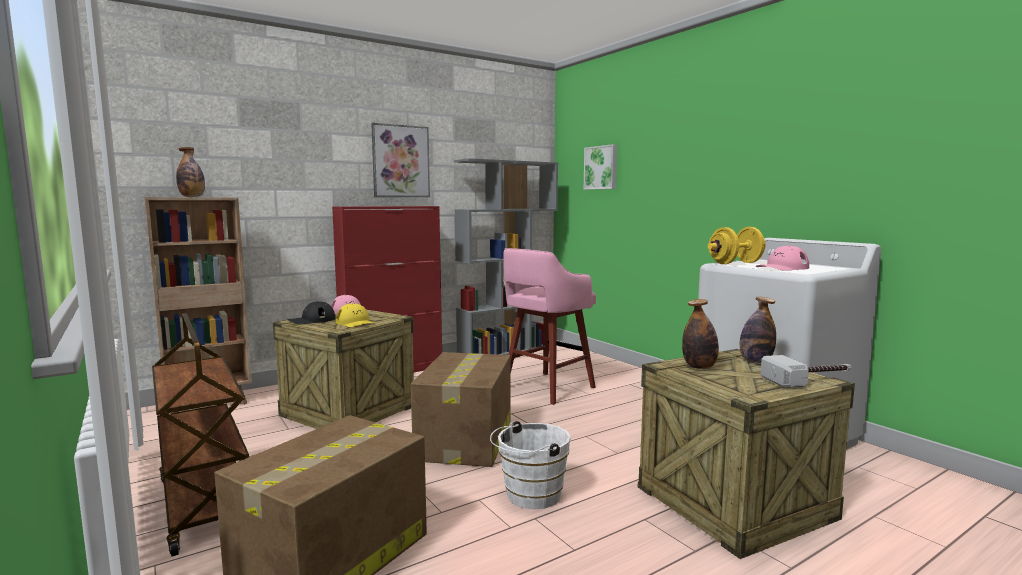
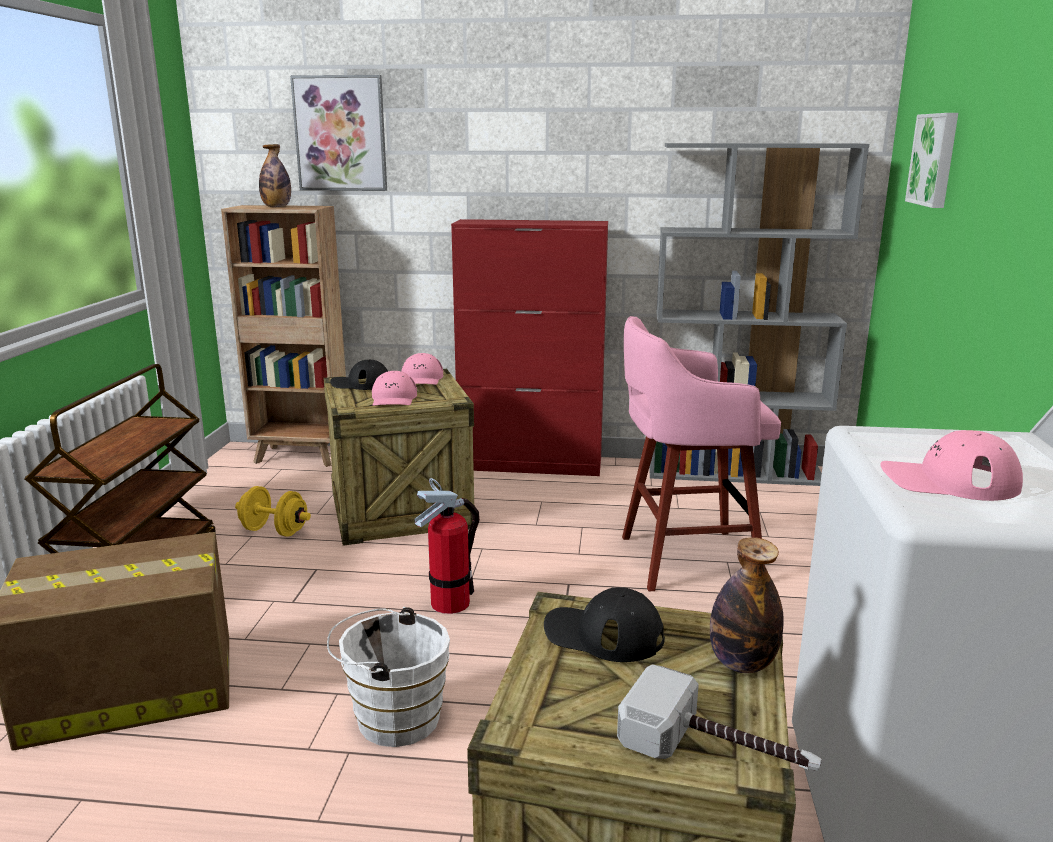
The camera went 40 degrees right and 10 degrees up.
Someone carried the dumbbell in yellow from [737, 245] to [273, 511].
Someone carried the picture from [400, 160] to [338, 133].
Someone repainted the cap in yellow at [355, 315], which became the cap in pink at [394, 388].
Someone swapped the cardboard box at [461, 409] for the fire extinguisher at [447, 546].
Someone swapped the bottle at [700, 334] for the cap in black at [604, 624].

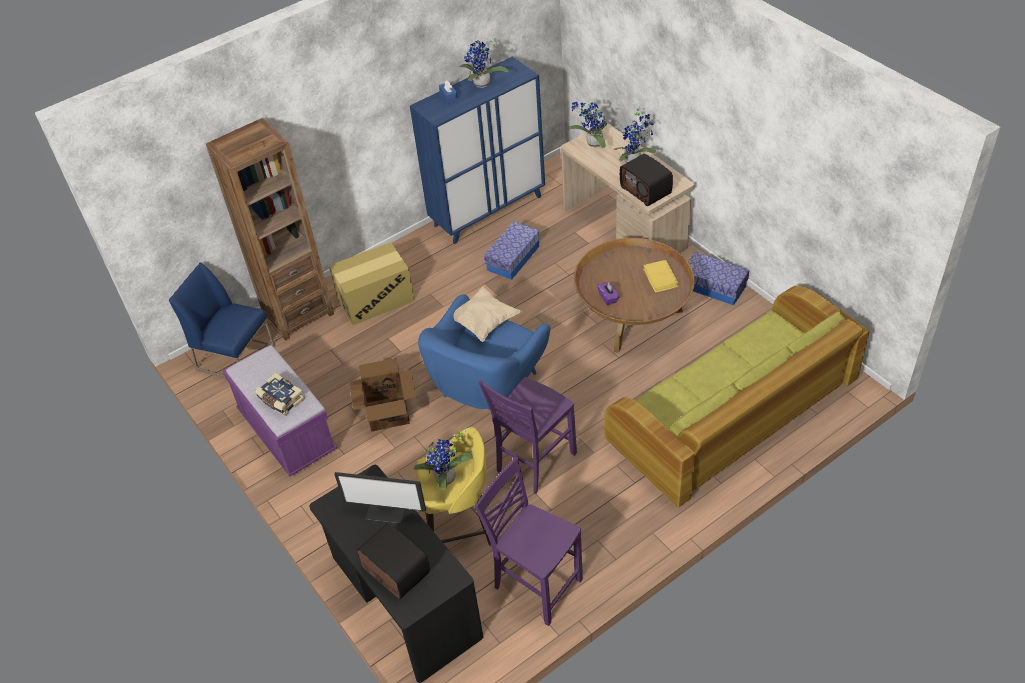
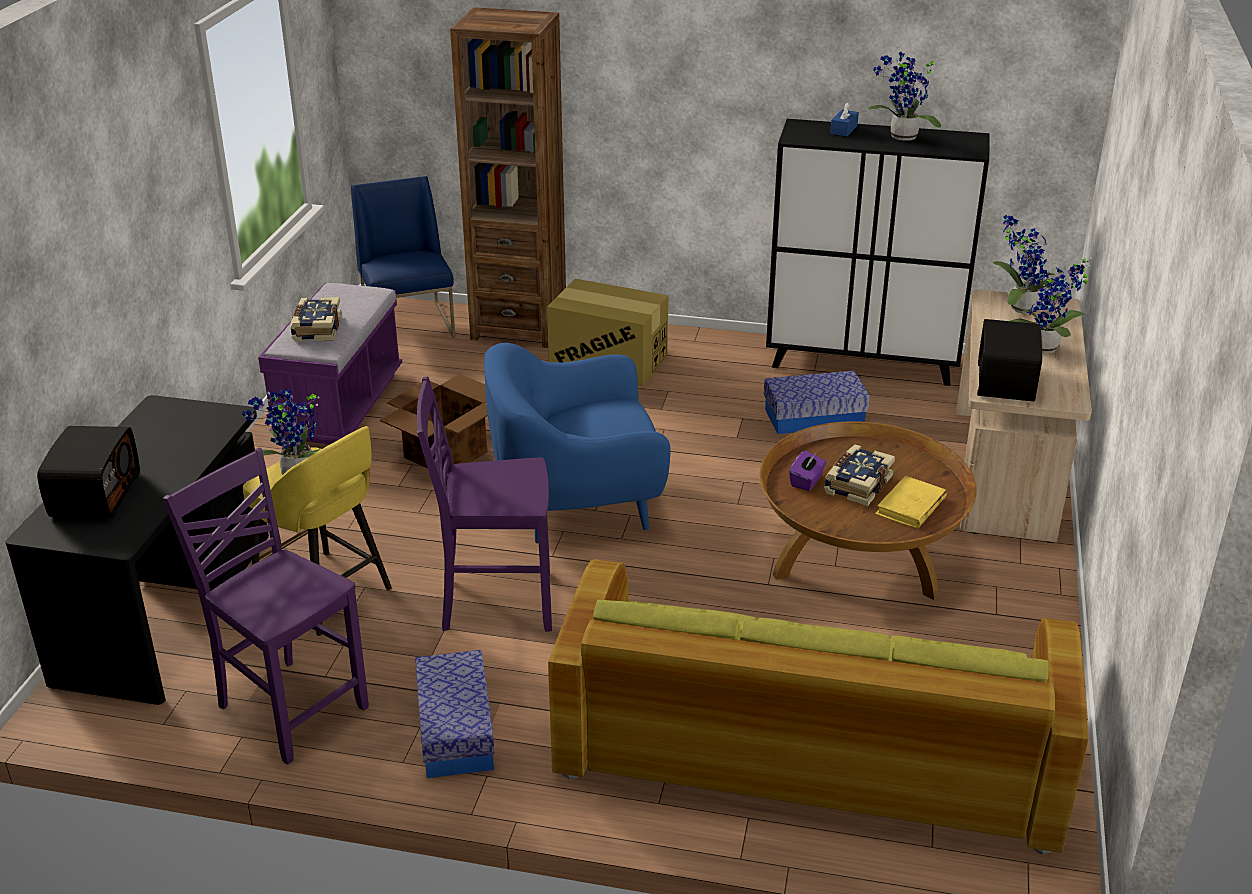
The camera went 45 degrees right and 15 degrees down.
Someone rotated the chair in purple at [528, 541] by 45 degrees counterclockwise.
Someone carried the storage box from [718, 279] to [455, 714].
Someone repainted the cabinet in blue at [477, 150], which became the cabinet in black at [878, 252].
Someone put down the book at [859, 475].
Someone took away the monitor at [380, 498].
Someone took away the pillow in beige at [487, 314].

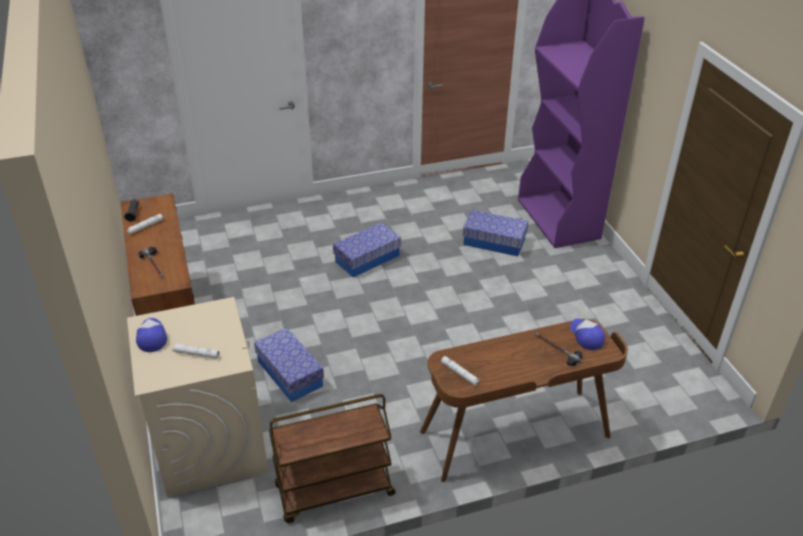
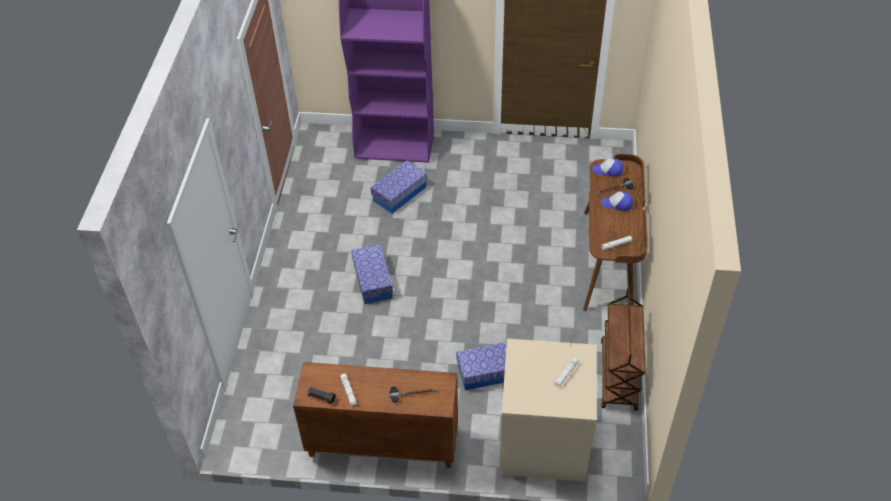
The camera went 65 degrees left and 10 degrees up.
Someone carried the cap from [151, 335] to [617, 201].

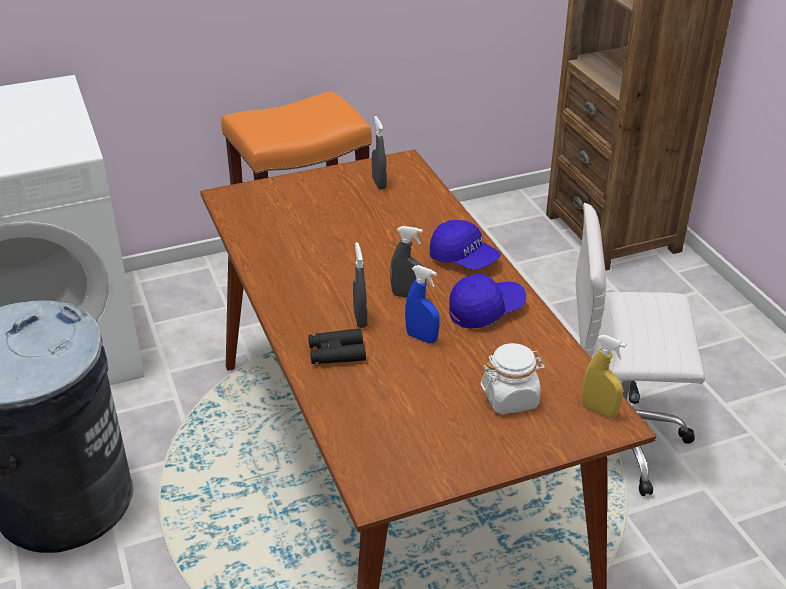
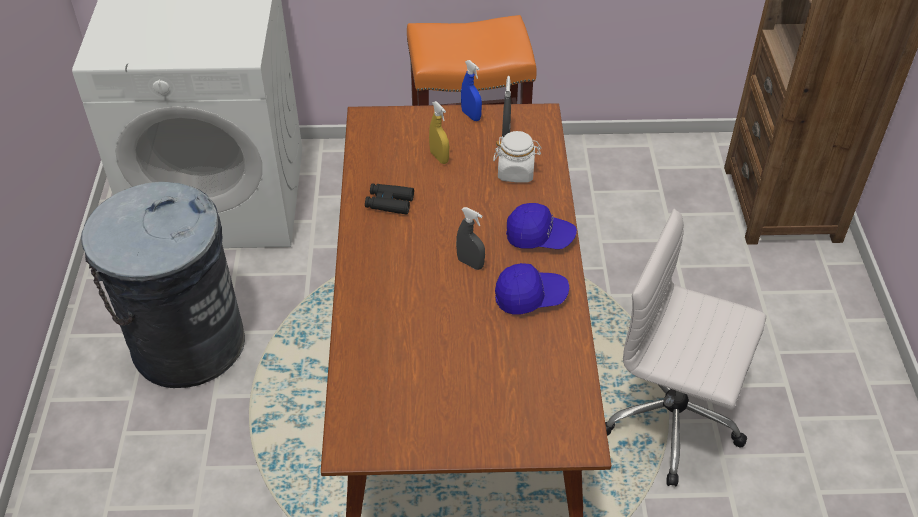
The camera went 20 degrees right and 10 degrees up.
Someone carried the binoculars in black from [337, 346] to [389, 199].
Someone carried the spray bottle in yellow from [604, 376] to [439, 132].
Someone carried the spray bottle in blue from [422, 304] to [471, 90].
Someone carried the jar in white from [513, 378] to [517, 157].
Someone rotated the cap in blue at [465, 245] by 45 degrees counterclockwise.
Someone took away the spray bottle in grey at [360, 285].

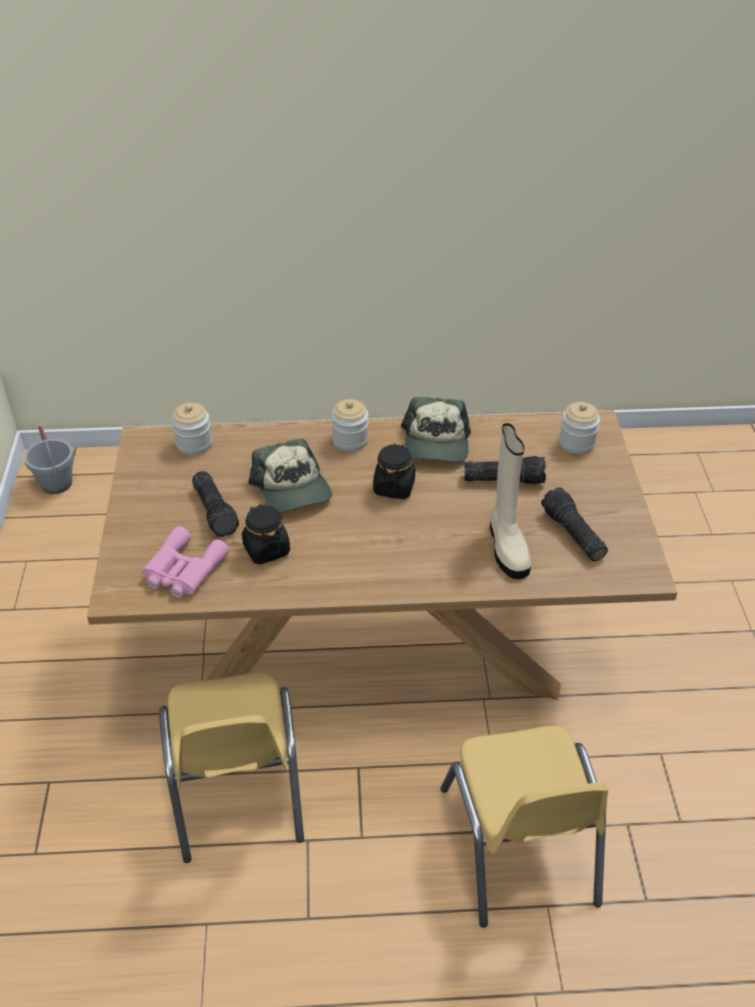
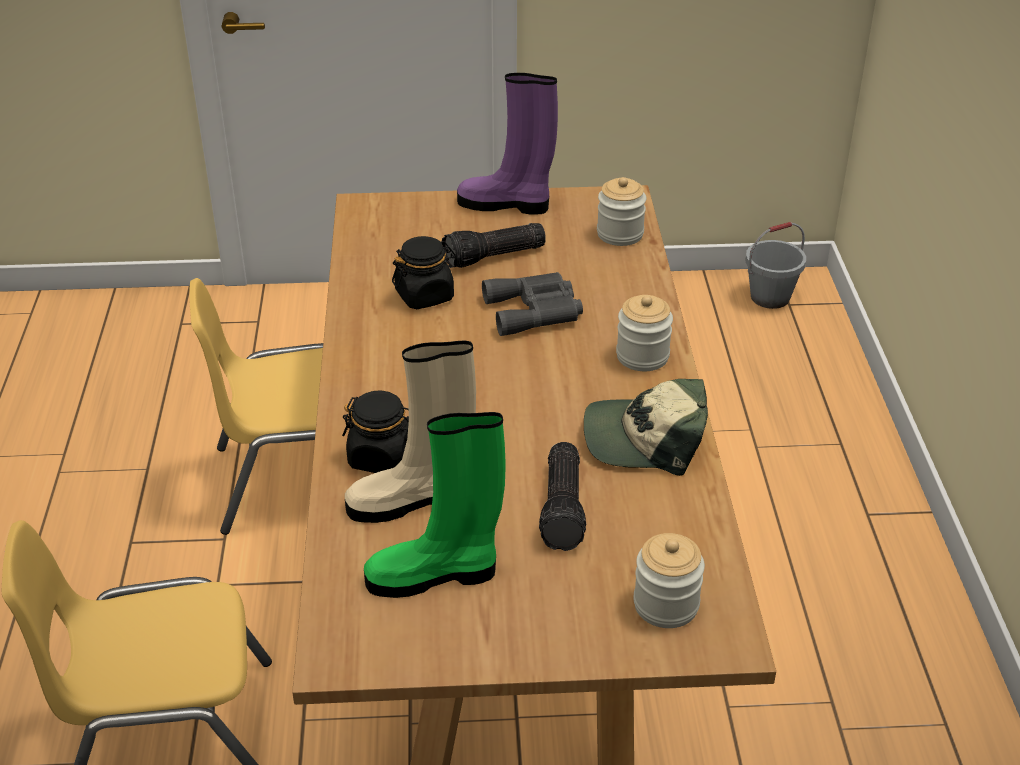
The camera went 90 degrees right and 5 degrees down.
Someone carried the jar in black from [394, 471] to [375, 432].
Someone swapped the flashlight at [574, 524] for the boot in green at [435, 505].
Someone put down the boot in purple at [507, 144].
Someone swapped the cap at [290, 475] for the binoculars in grey at [532, 304].
Someone took away the binoculars in pink at [185, 562].

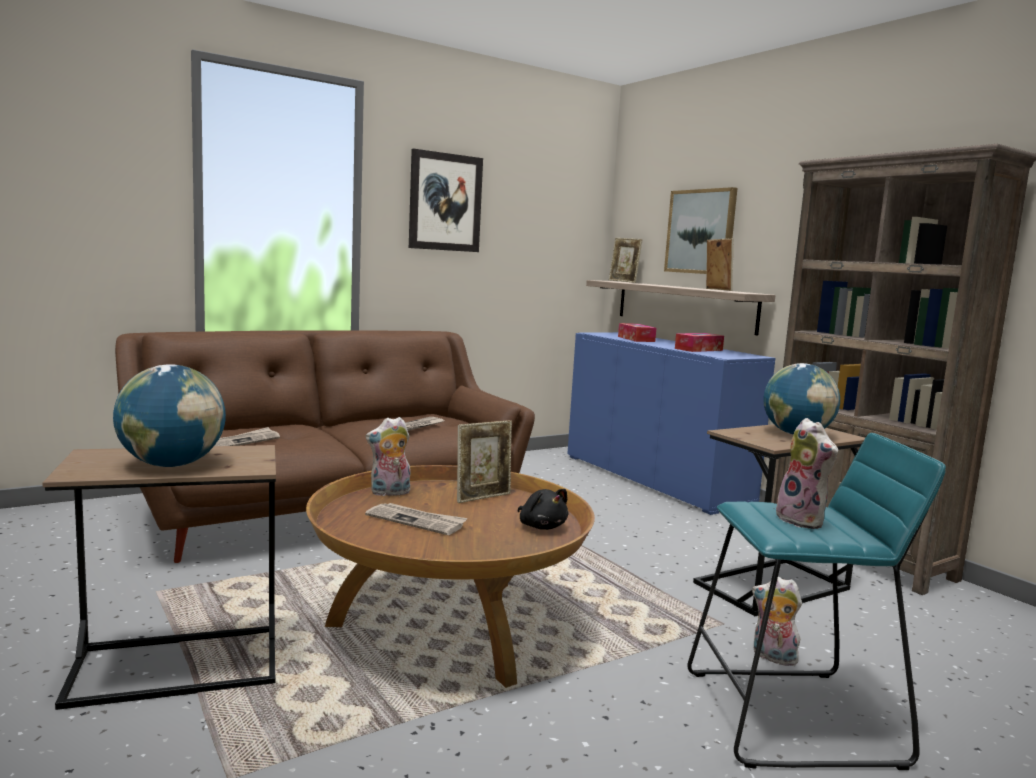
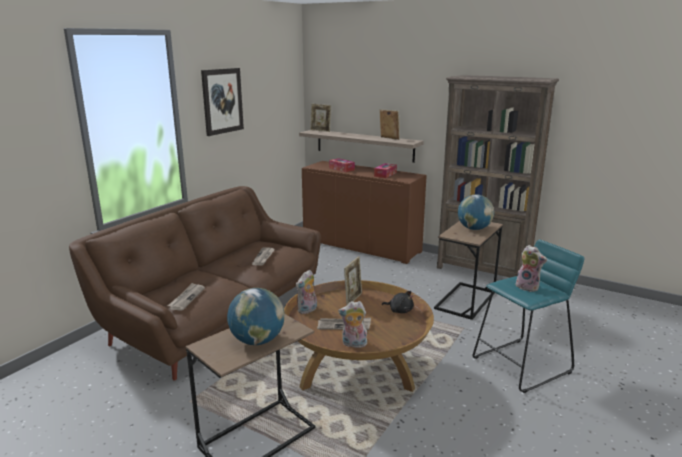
The camera went 25 degrees left and 10 degrees up.
Someone repainted the cabinet in blue at [671, 423], which became the cabinet in brown at [364, 212].
Someone carried the plush toy from [777, 621] to [352, 324].
Someone took away the picture at [700, 230].

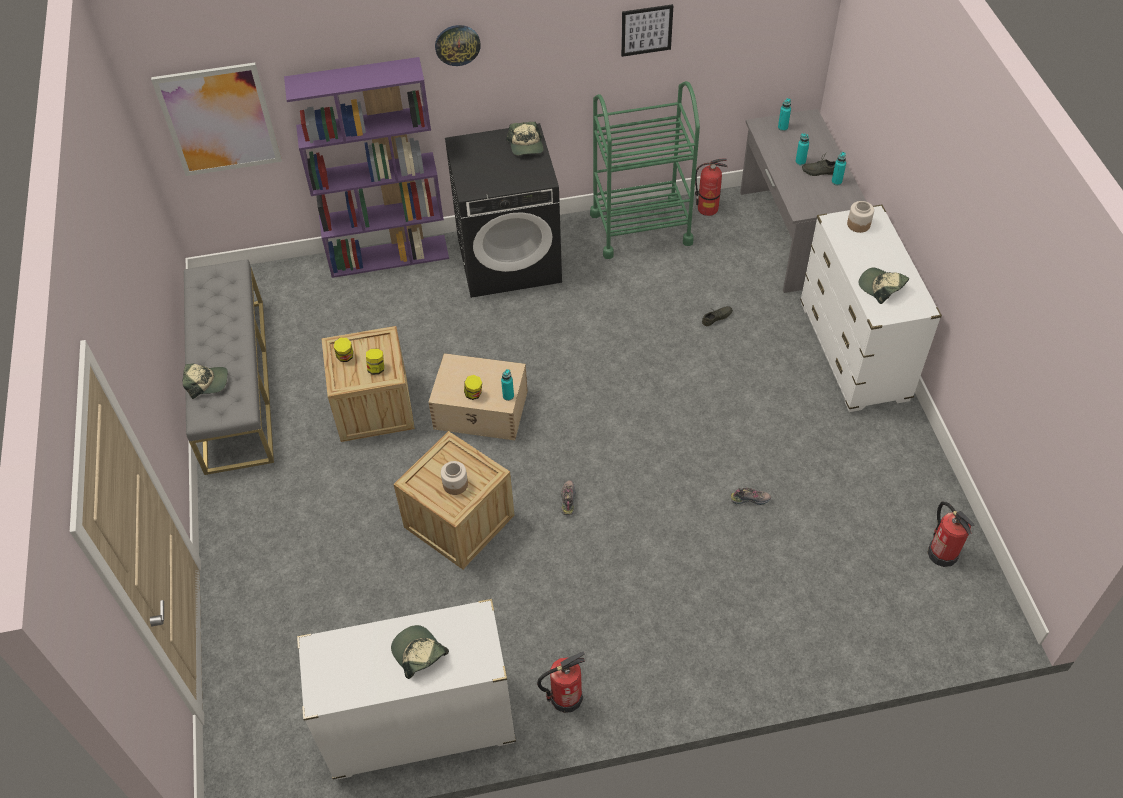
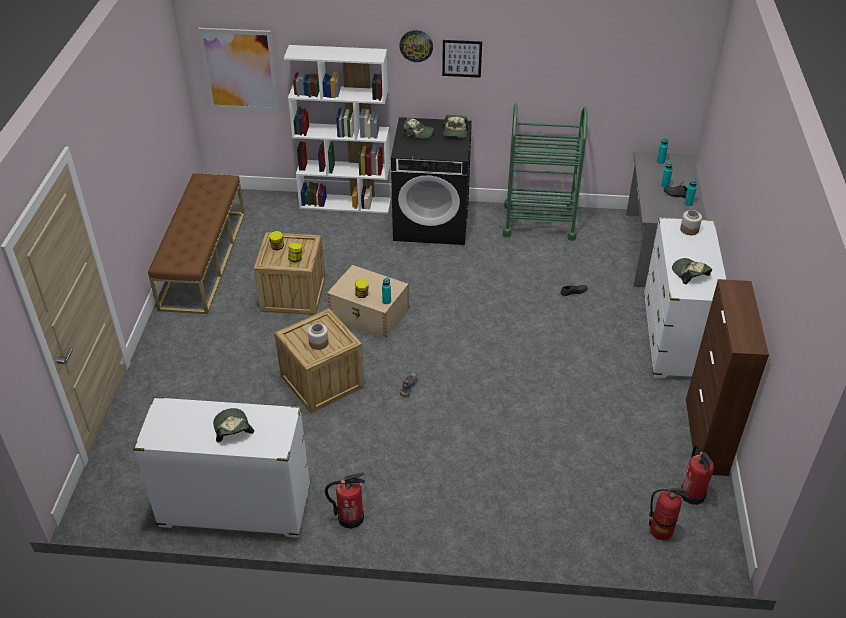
The camera went 15 degrees right and 10 degrees down.
Someone repainted the bench in grey at [229, 367], which became the bench in brown at [196, 243].
Someone repainted the bookcase in purple at [366, 167], which became the bookcase in white at [337, 129].
Someone carried the cap from [205, 381] to [418, 129].
Someone carried the picture from [647, 30] to [462, 59].
Someone carried the fire extinguisher from [711, 187] to [669, 514].
Someone put down the cabinet in brown at [727, 377].
Someone took away the shoe at [751, 496].

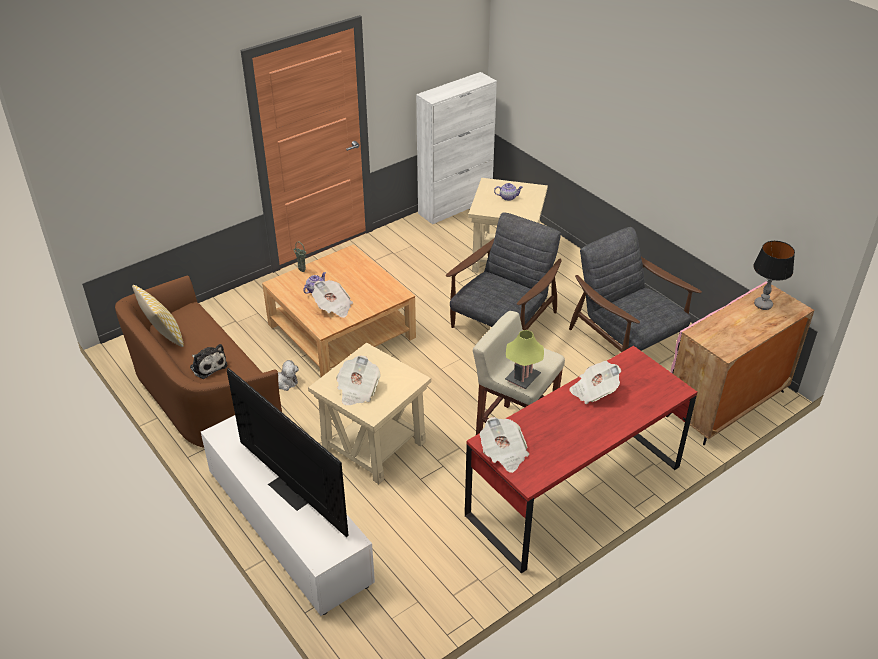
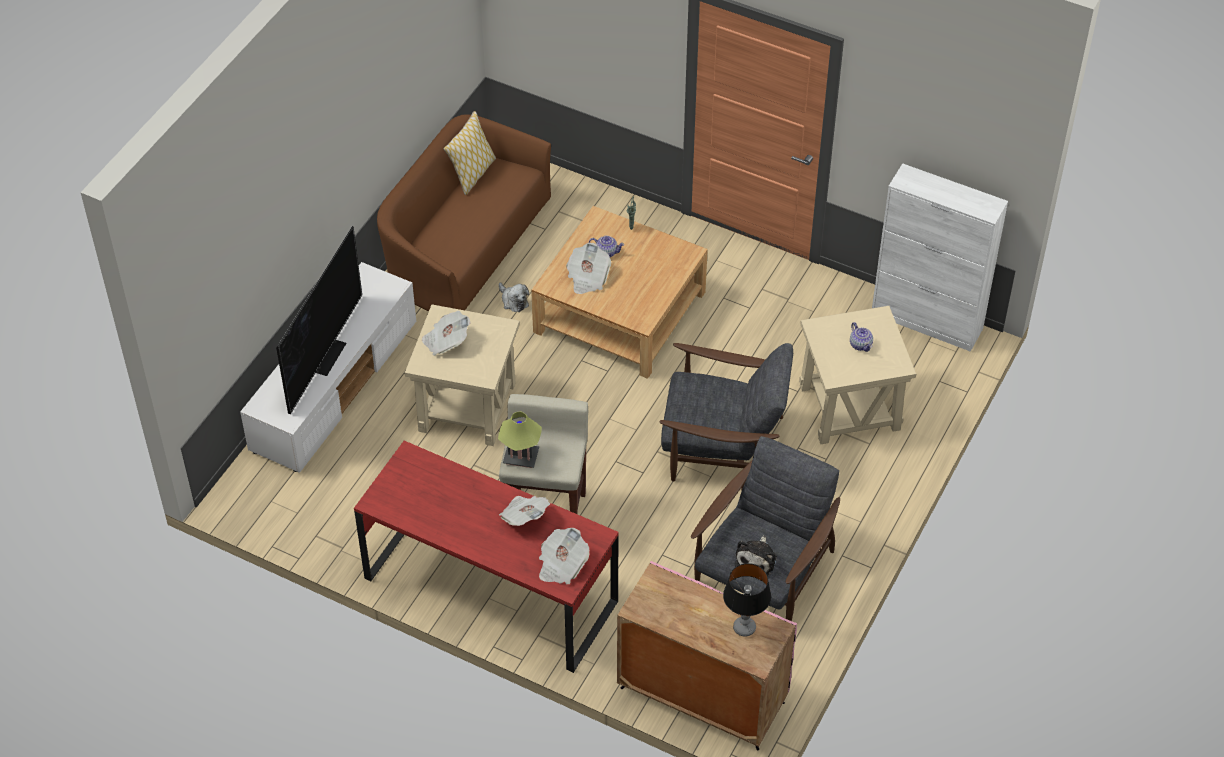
The camera went 65 degrees right and 10 degrees up.
Someone carried the newspaper from [504, 445] to [564, 556].
Someone carried the plush toy from [208, 361] to [756, 555].

